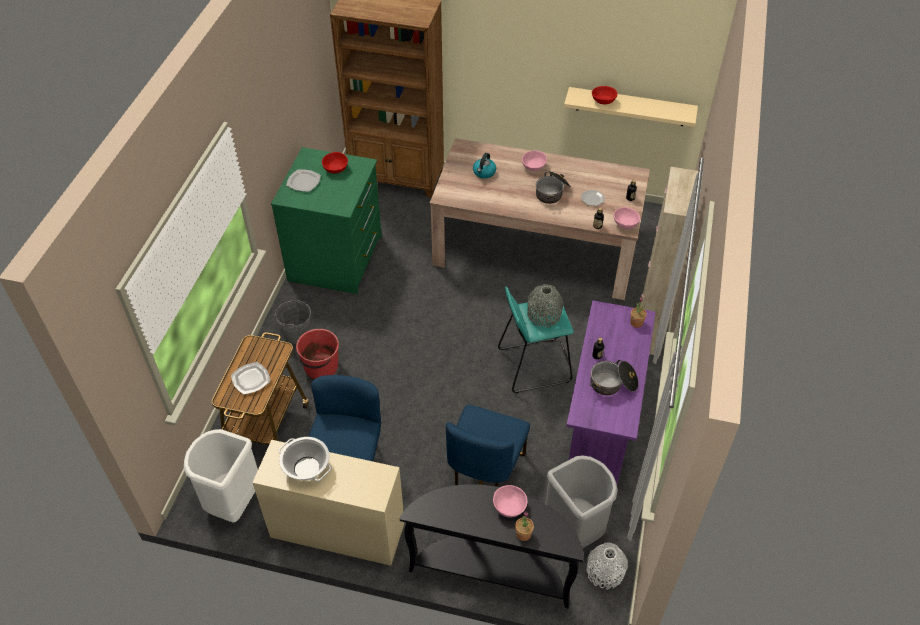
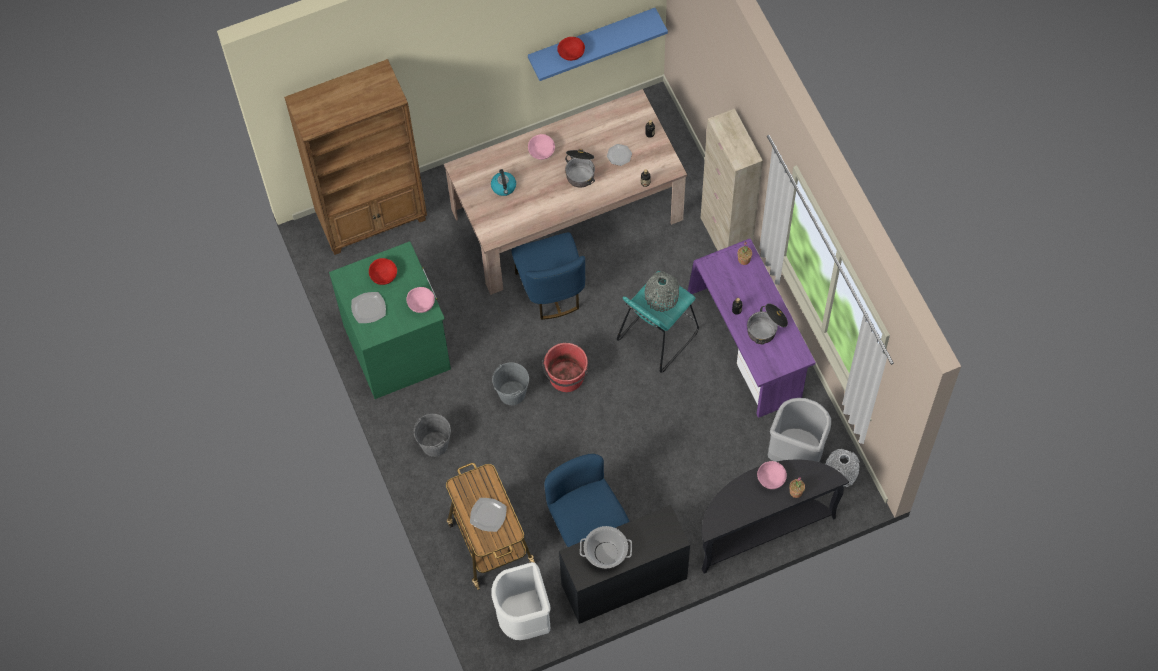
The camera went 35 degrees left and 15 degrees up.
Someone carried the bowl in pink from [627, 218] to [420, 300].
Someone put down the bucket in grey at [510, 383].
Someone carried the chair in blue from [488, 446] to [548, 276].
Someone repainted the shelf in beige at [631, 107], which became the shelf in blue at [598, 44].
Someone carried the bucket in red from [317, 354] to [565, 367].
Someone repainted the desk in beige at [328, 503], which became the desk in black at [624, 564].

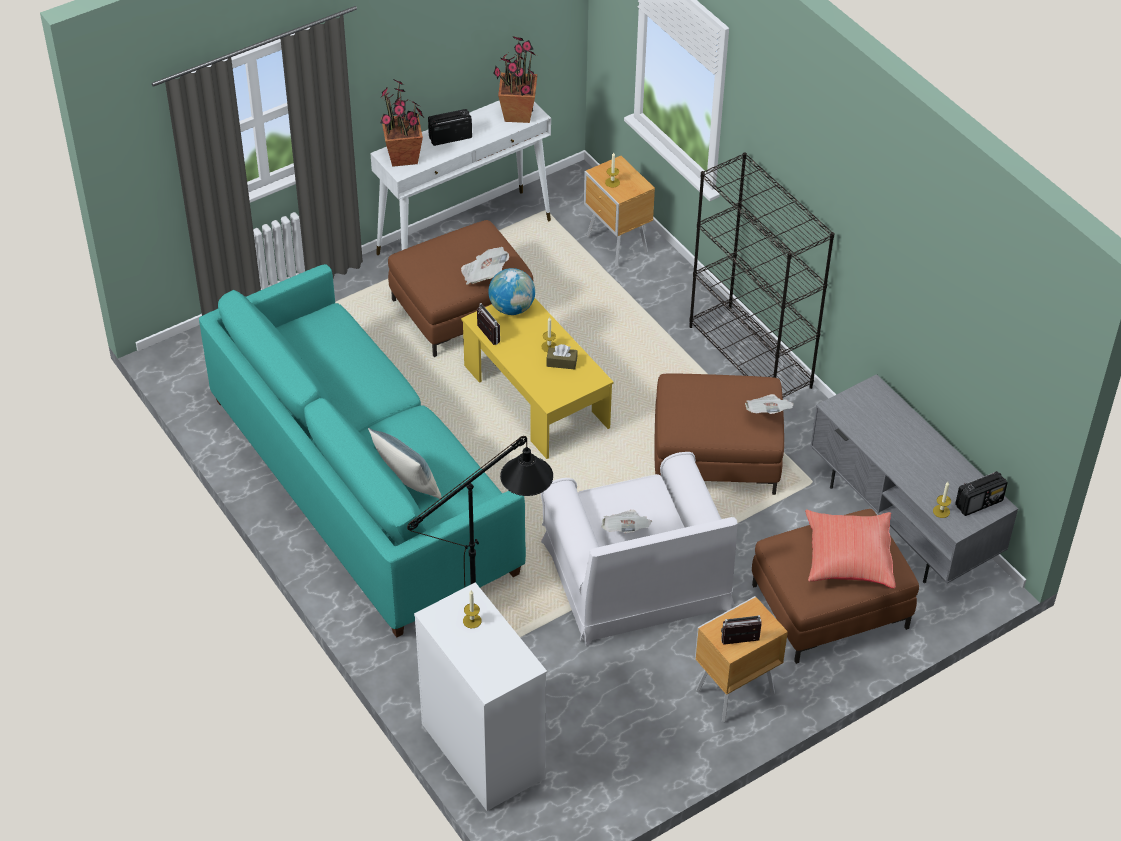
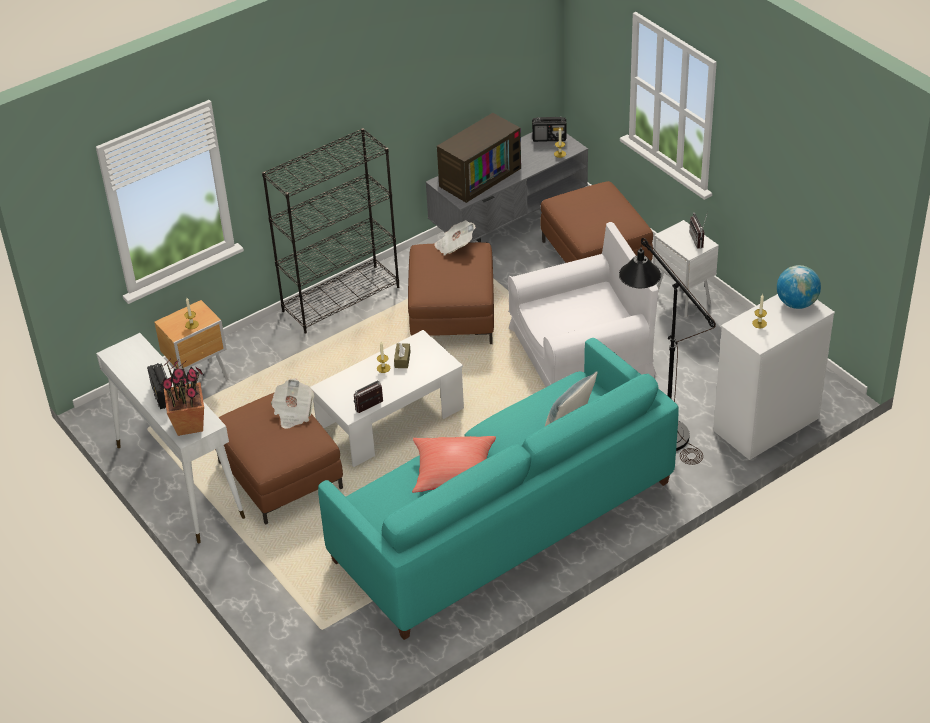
The camera went 90 degrees left and 5 degrees down.
Someone repainted the coffee table in yellow at [537, 378], which became the coffee table in white at [387, 398].
Someone carried the pillow in red from [850, 549] to [454, 464].
Someone put down the television at [479, 158].
Someone rotated the radio at [981, 493] by 120 degrees clockwise.
Someone repainted the nightstand in brown at [741, 659], which became the nightstand in white at [686, 269].
Someone carried the globe from [511, 291] to [799, 287].
Someone took away the potted plant at [515, 79].
Someone took away the newspaper at [627, 521].

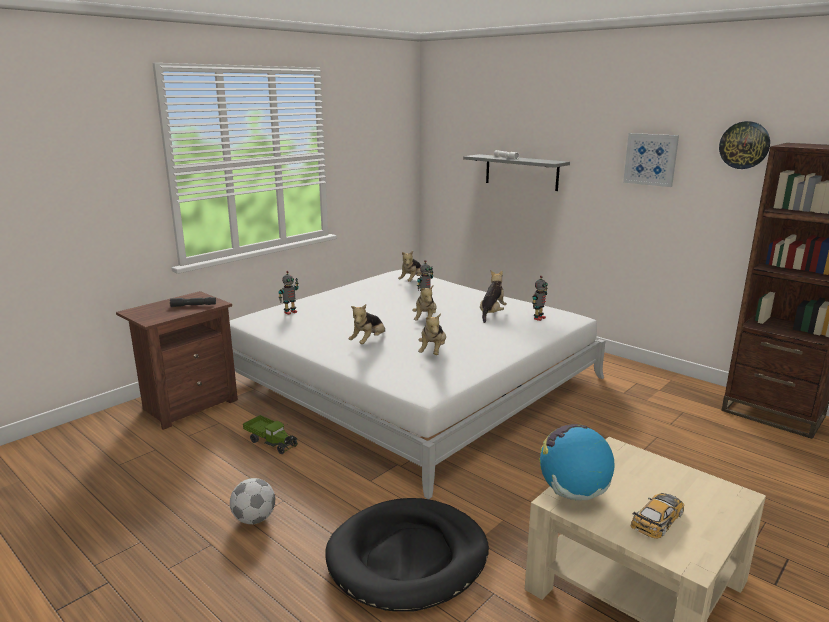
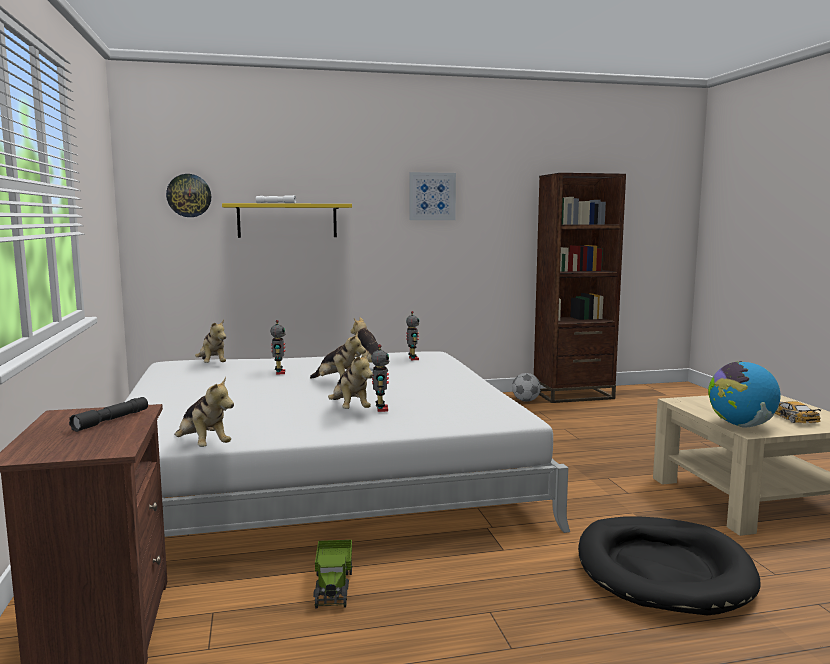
The camera went 55 degrees left and 10 degrees down.
Someone carried the wall clock from [744, 145] to [188, 195].
Someone carried the plush toy from [432, 334] to [204, 411].
Someone repainted the shelf in grey at [516, 172], which became the shelf in yellow at [287, 220].
Someone rotated the toy truck at [270, 434] by 105 degrees clockwise.
Someone carried the toy robot from [288, 293] to [380, 378].
Someone carried the football from [252, 501] to [526, 387].

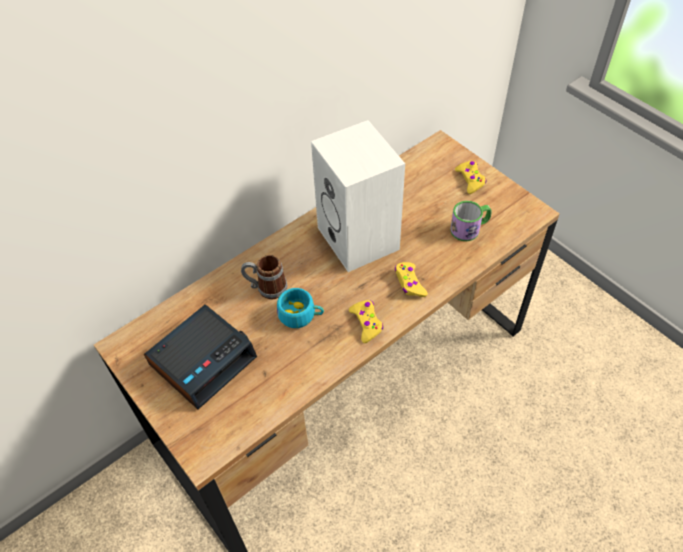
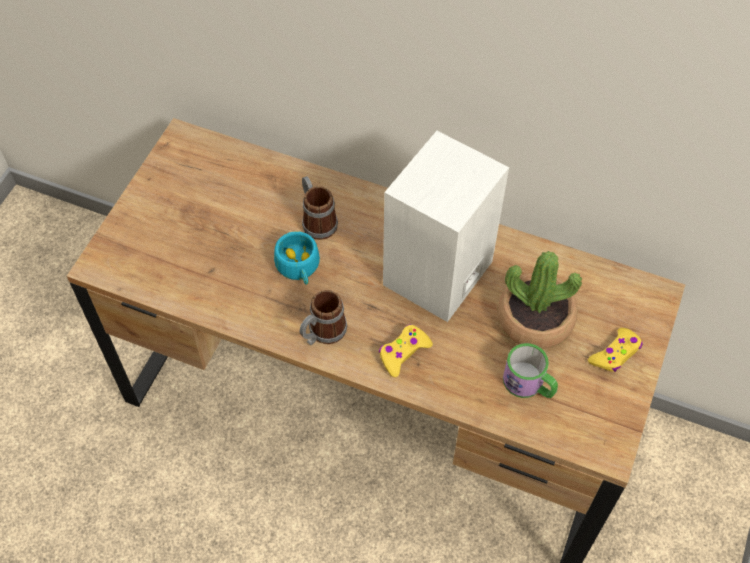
The camera went 60 degrees right and 5 degrees up.
Someone swapped the game controller in yellow at [366, 321] for the mug at [323, 317].
Someone put down the potted plant at [539, 300].
Someone took away the alarm clock at [200, 357].

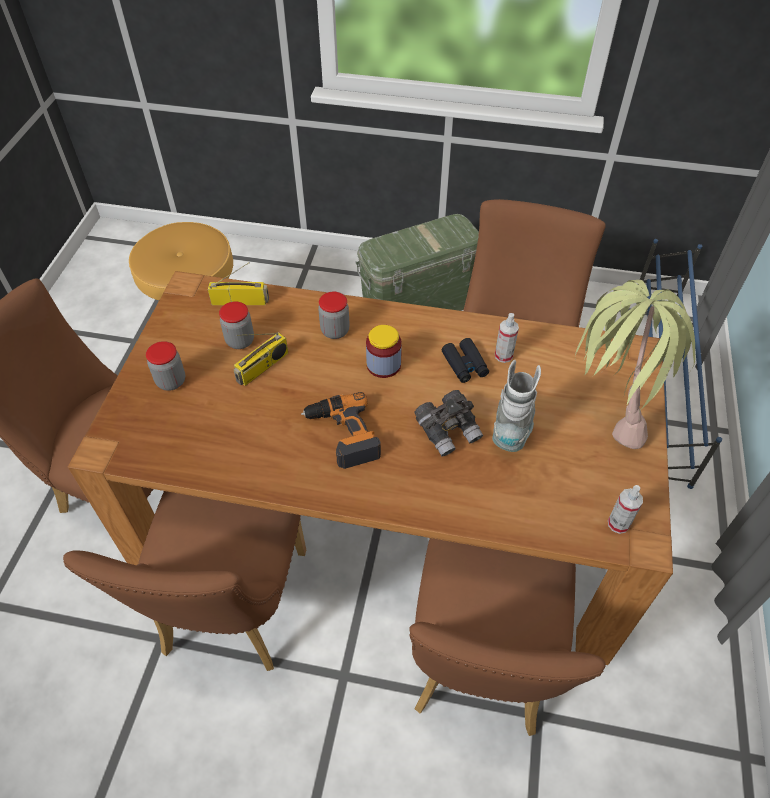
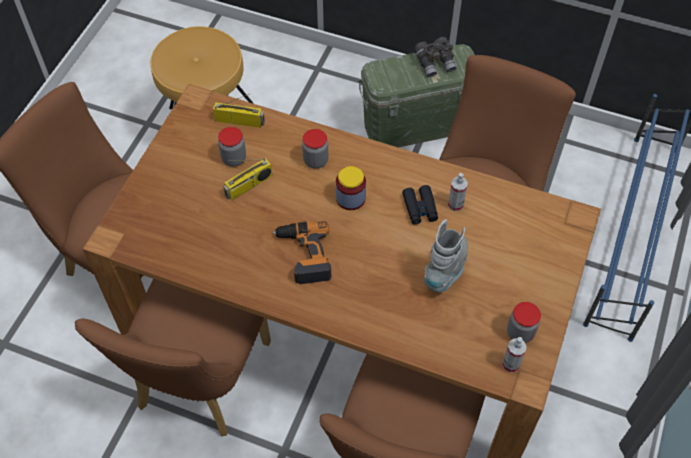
The camera went 10 degrees right and 5 degrees up.
Someone carried the binoculars in grey from [448, 423] to [435, 57].
Someone carried the jar from [165, 366] to [524, 322].
Someone took away the potted plant at [635, 364].

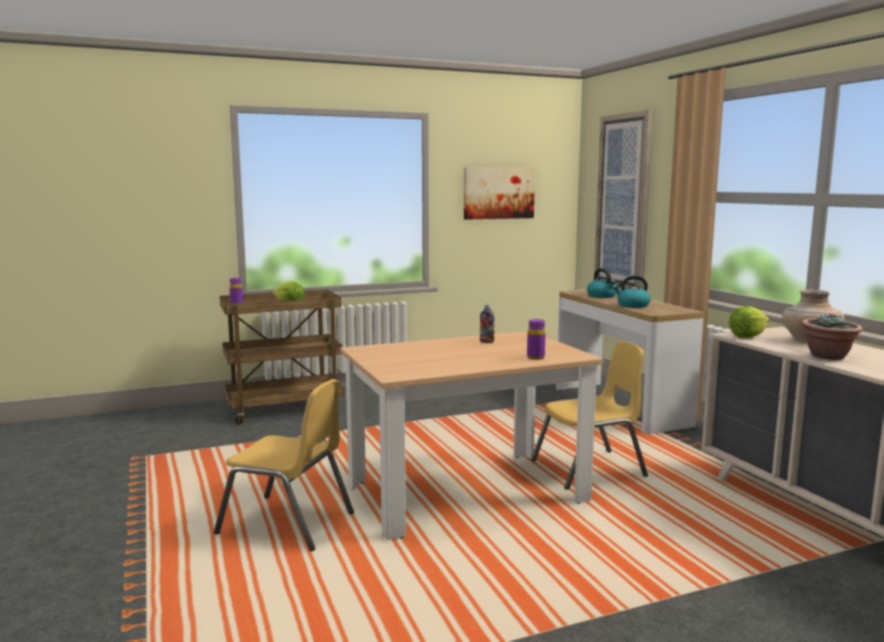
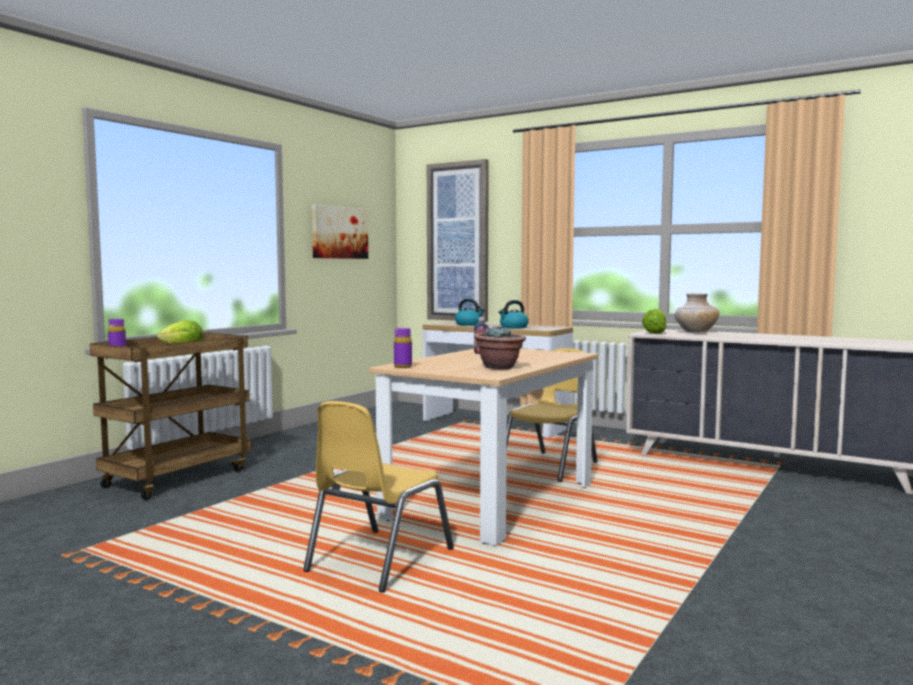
The camera went 35 degrees left and 5 degrees down.
Someone rotated the chair in yellow at [284, 465] by 135 degrees clockwise.
Someone carried the bottle in purple from [536, 339] to [403, 348].
Someone carried the potted plant from [832, 336] to [500, 347].

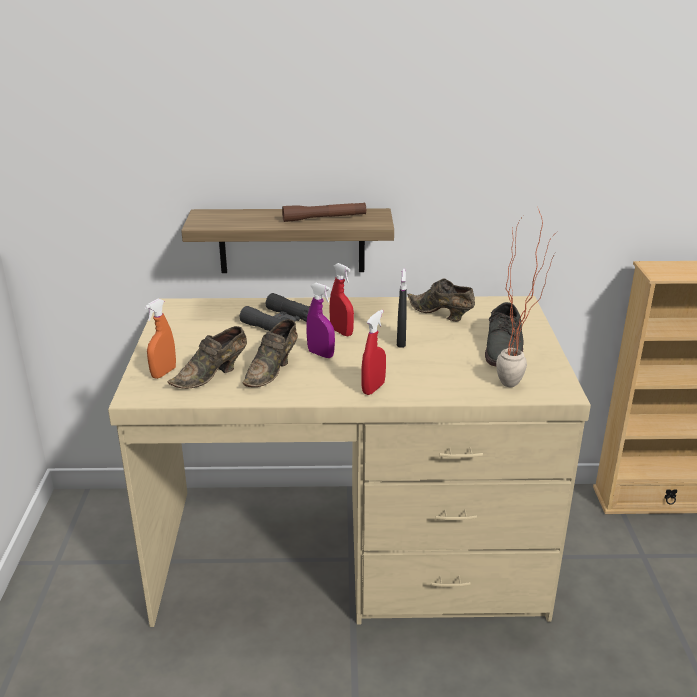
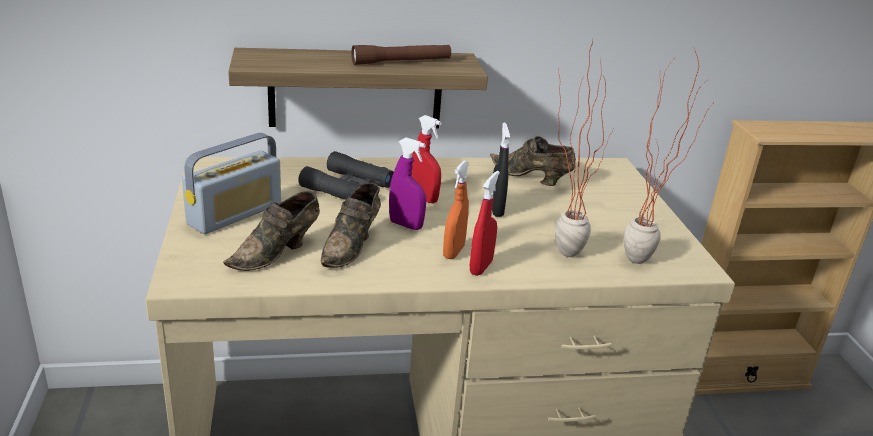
The camera went 10 degrees left and 0 degrees up.
Someone put down the radio at [231, 183].
Someone carried the spray bottle in orange from [160, 339] to [456, 209].
Someone put down the potted plant at [584, 148].
Someone took away the shoe in grey at [504, 334].

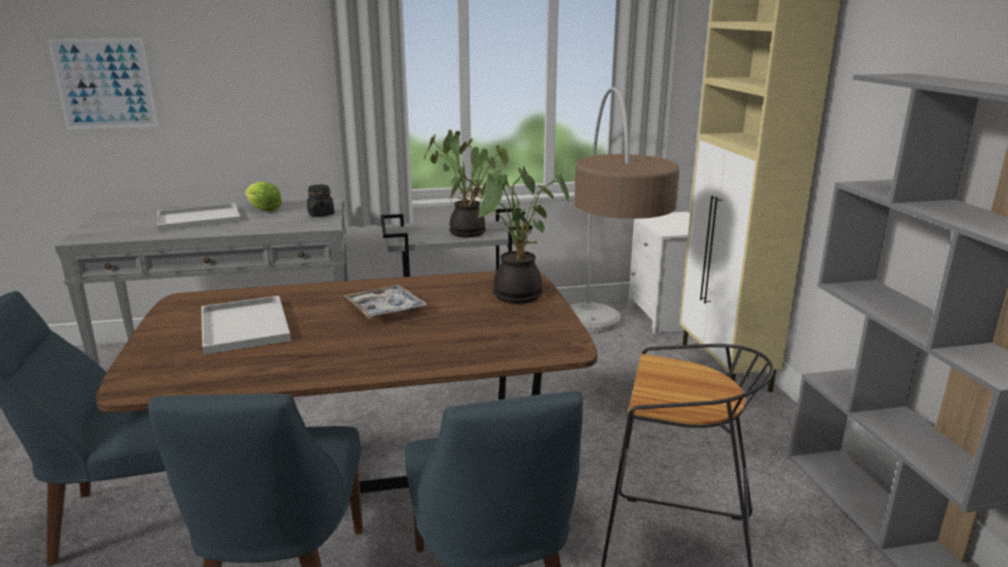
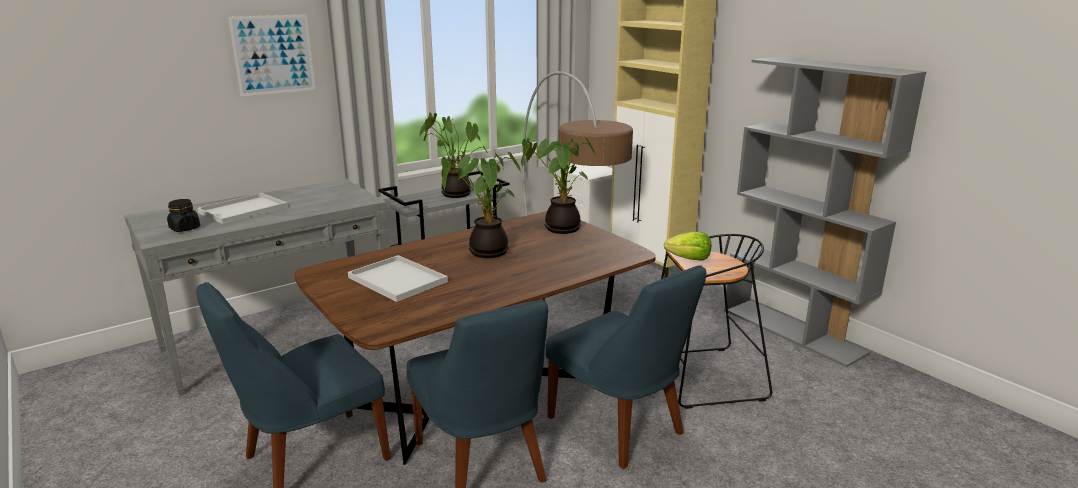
The camera went 25 degrees left and 0 degrees up.
Someone carried the jar in black from [321, 201] to [183, 215].
Someone carried the picture from [103, 83] to [272, 55].
Someone swapped the tray at [386, 301] for the potted plant at [481, 203].
Someone carried the lettuce from [263, 196] to [687, 246].

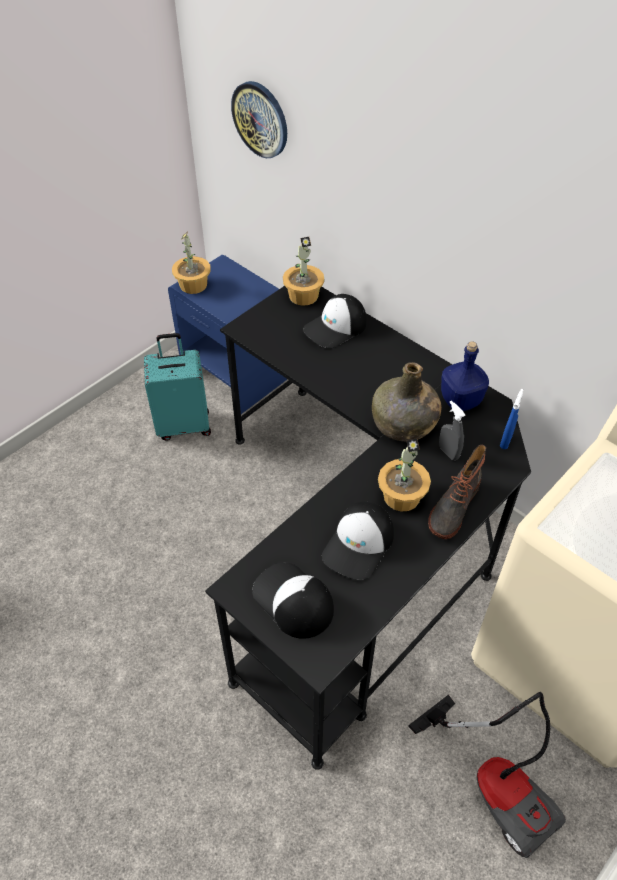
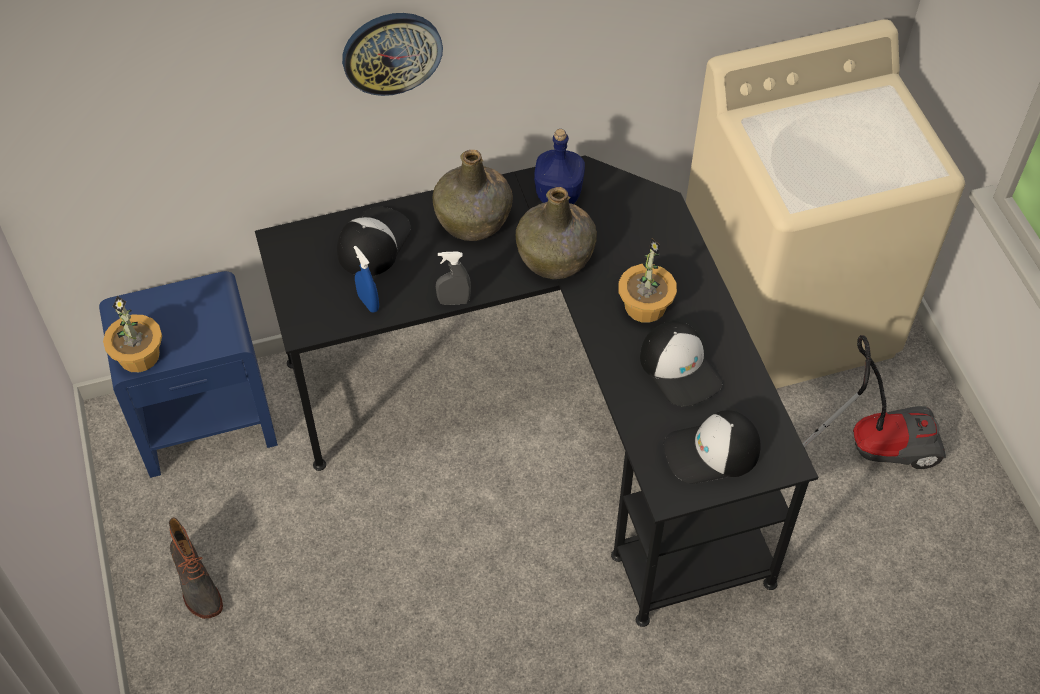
The camera went 60 degrees left and 5 degrees up.
Someone carried the boot from [457, 492] to [196, 568].
Someone rotated the cap at [335, 321] by 150 degrees counterclockwise.
Someone carried the wall clock from [259, 119] to [392, 54].
Someone carried the spray bottle in blue from [511, 419] to [366, 279].
Someone put down the bottle in green at [473, 195].
Someone carried the spray bottle in grey from [452, 430] to [453, 278].
Someone took away the suitcase in turquoise at [177, 387].
Someone took away the potted plant at [303, 271].

